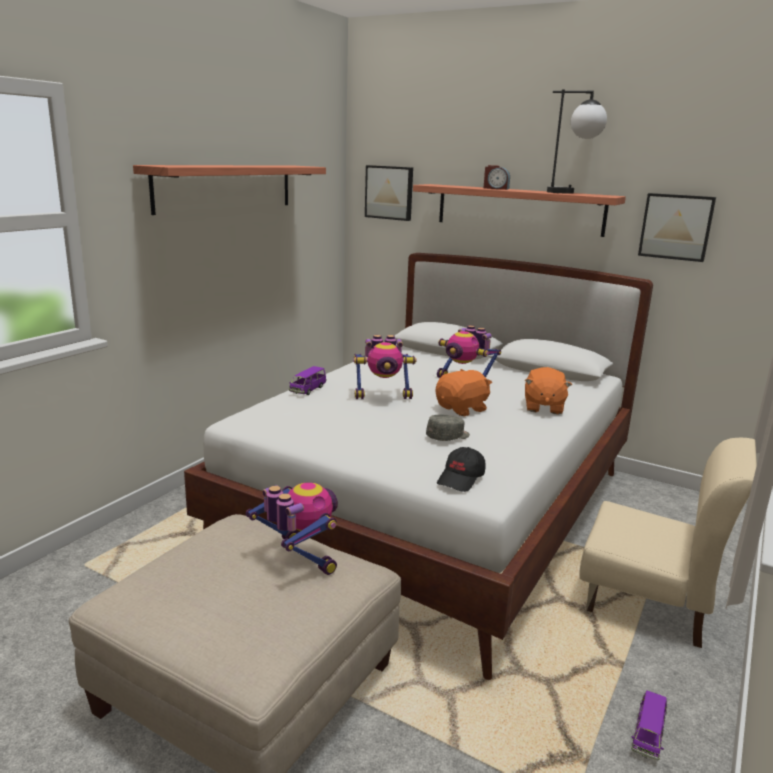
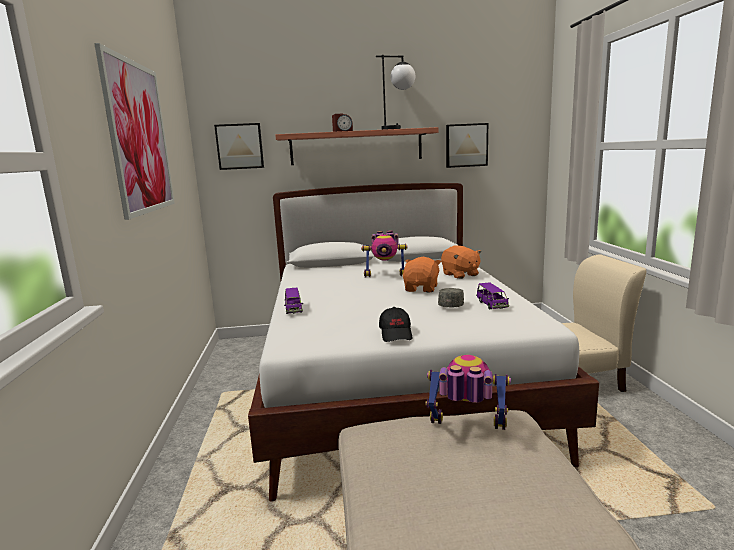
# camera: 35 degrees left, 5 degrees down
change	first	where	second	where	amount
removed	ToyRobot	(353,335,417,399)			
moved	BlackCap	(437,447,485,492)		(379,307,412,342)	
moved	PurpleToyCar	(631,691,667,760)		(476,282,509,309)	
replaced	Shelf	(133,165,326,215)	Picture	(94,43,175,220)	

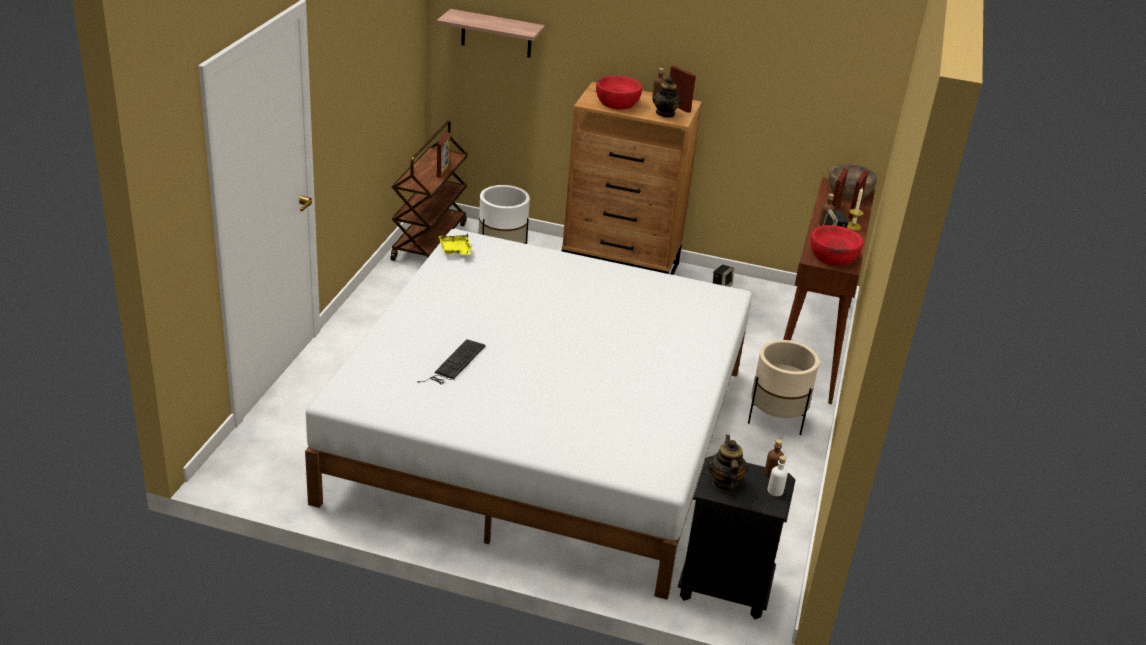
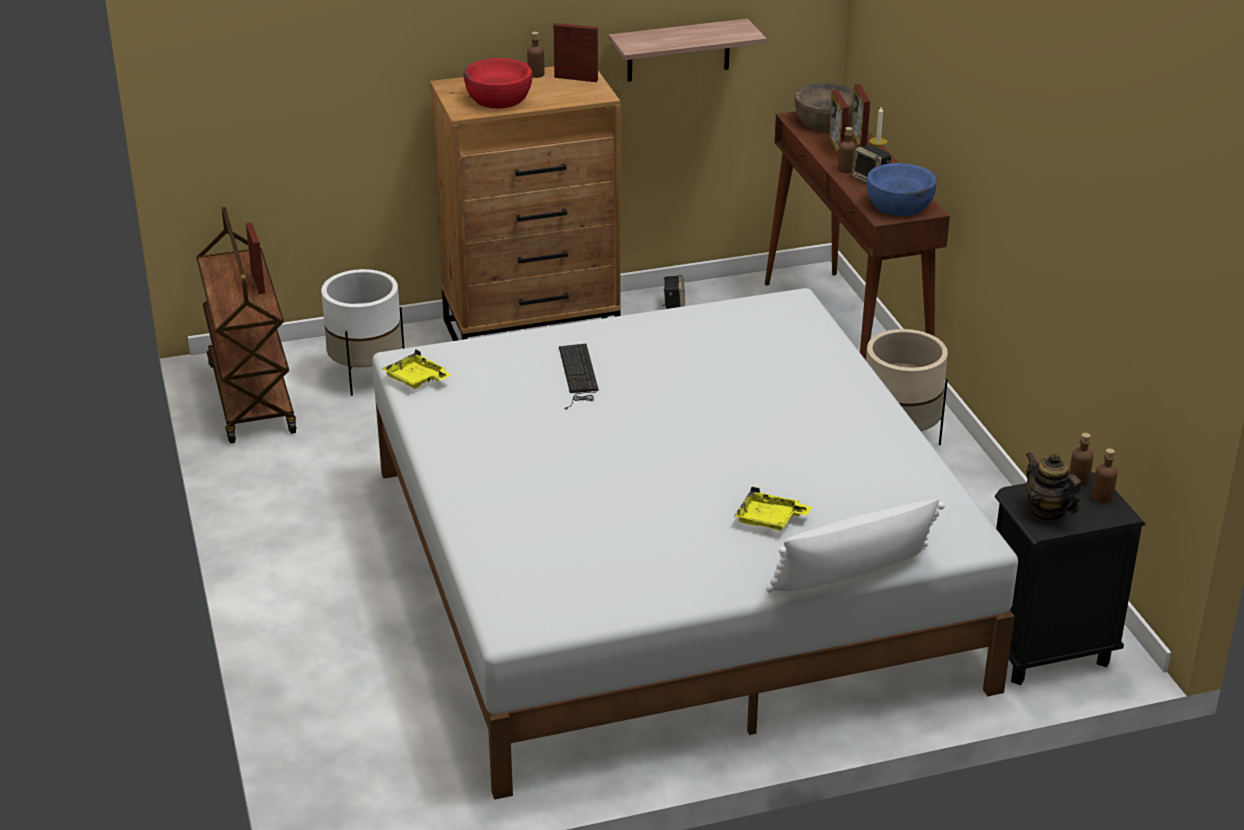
# camera: 30 degrees left, 0 degrees up
change	first	where	second	where	amount
removed	Teapot	(652,77,682,118)			
added			YellowTray	(734,486,812,531)	
added			WhitePillow	(766,499,945,593)	
moved	Keyboard	(417,339,485,384)		(559,344,598,409)	
moved	Shelf	(437,9,545,58)		(609,19,767,82)	
recoloured	WhiteBottle	(768,456,788,496)	BrownBottle	(1092,448,1118,503)	
recoloured	RedBowl	(810,225,863,266)	BlueBowl	(867,163,937,216)	

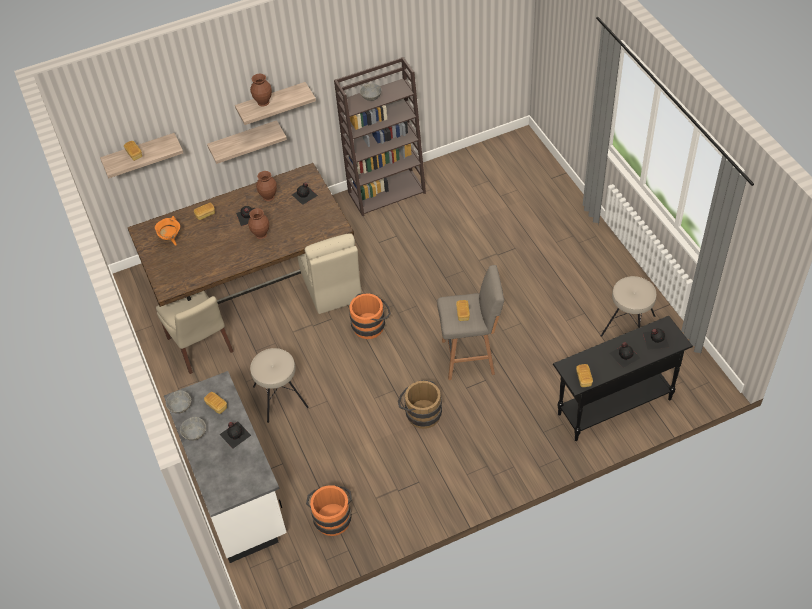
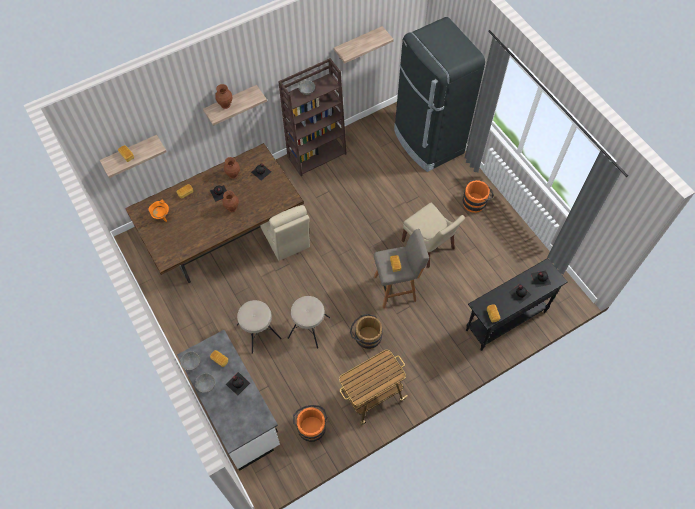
# camera: 10 degrees left, 10 degrees up
change	first	where	second	where	amount
added			Cart	(339,350,407,424)	
added			BlackFridge	(394,17,485,172)	
moved	BeigeChair	(156,291,234,374)		(402,203,465,268)	
moved	Shelf	(207,120,287,164)		(334,26,394,64)	
moved	OrangeBucket	(349,293,391,339)		(463,180,493,213)	
moved	BeigeStool	(601,276,656,337)		(288,296,330,349)	

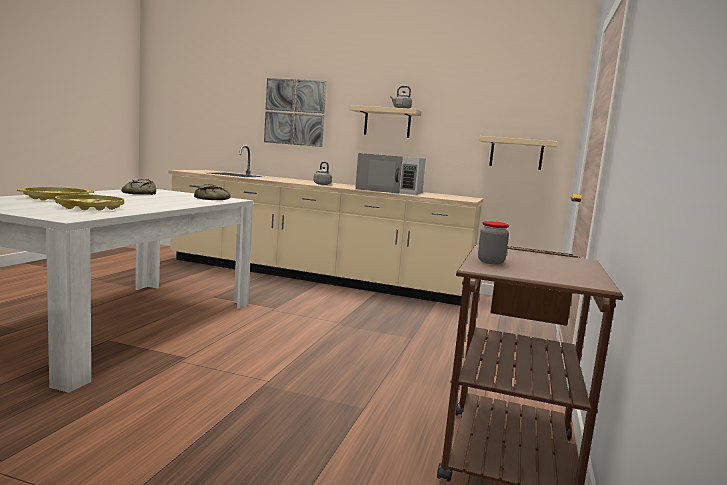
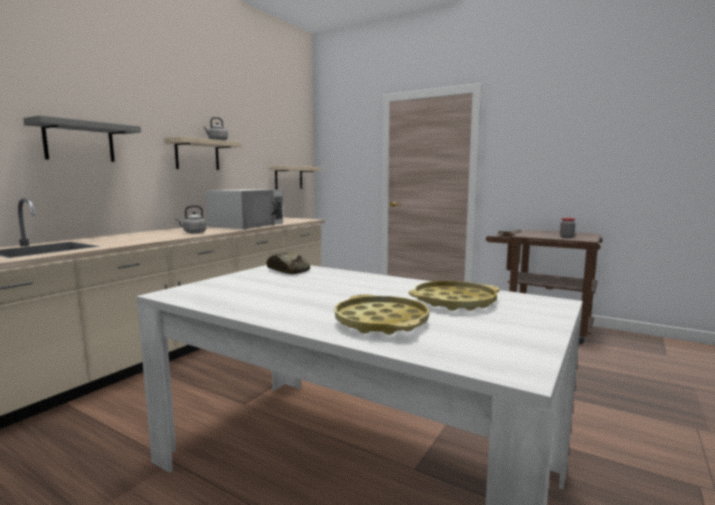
# camera: 75 degrees left, 0 degrees up
change	first	where	second	where	amount
removed	Bread	(121,179,156,195)			
replaced	Picture	(264,78,327,147)	GreyShelf	(23,115,141,162)	

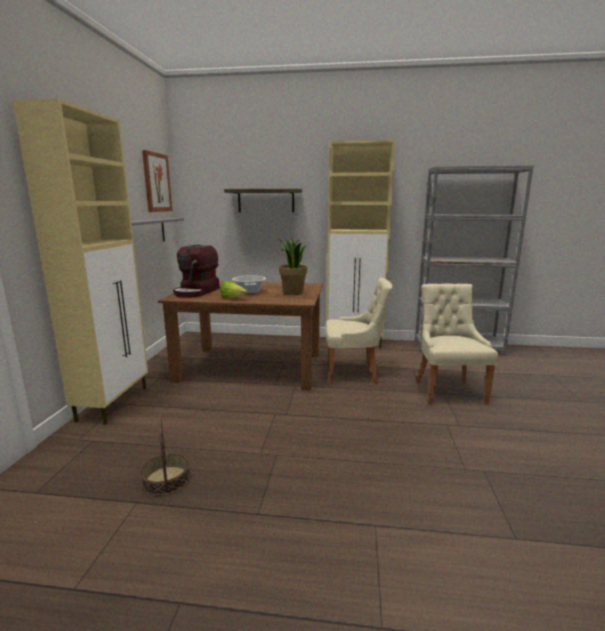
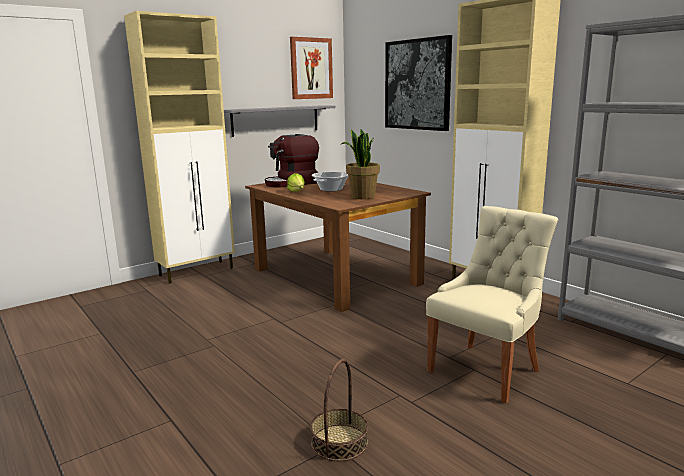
# camera: 45 degrees right, 0 degrees up
change	first	where	second	where	amount
removed	BeigeChair	(325,278,393,384)			
moved	Basket	(141,415,189,496)		(310,359,368,461)	
replaced	Shelf	(224,189,302,212)	Picture	(385,35,452,131)	

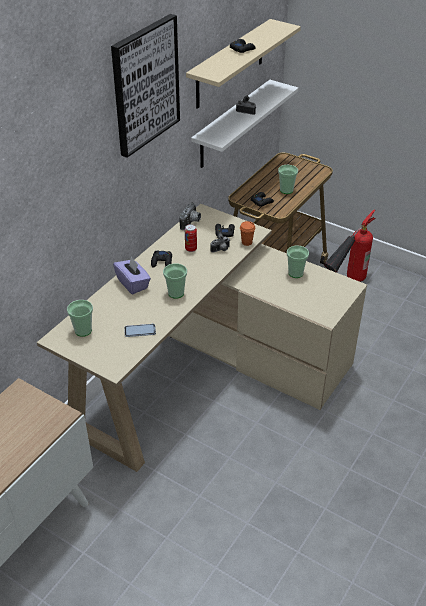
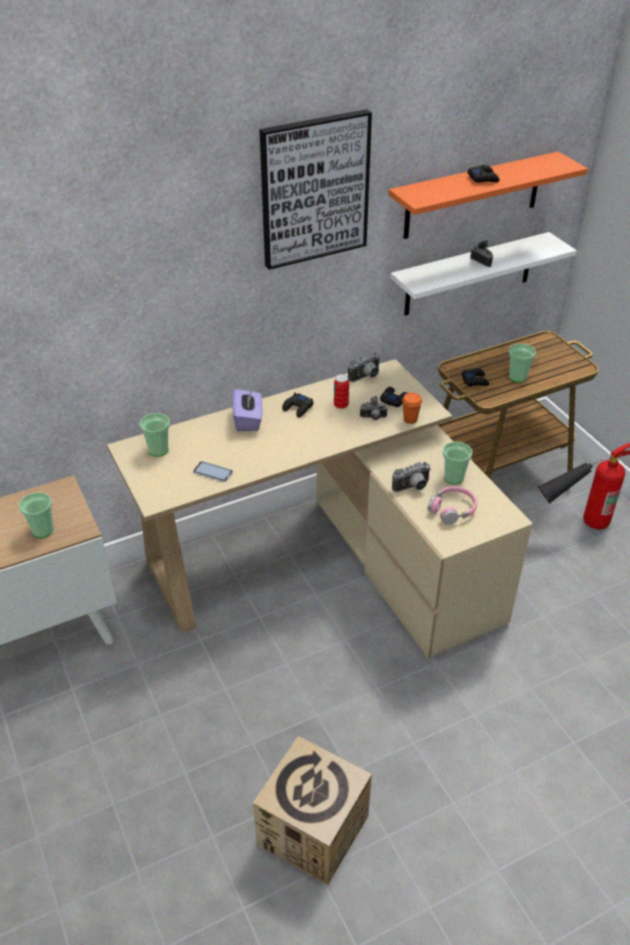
# camera: 30 degrees right, 0 degrees up
change	first	where	second	where	amount
added			CardboardBox	(253,736,372,885)	
added			PhotoCamera	(392,462,431,492)	
added			PinkHeadphones	(428,486,477,525)	
moved	Cup	(163,263,187,299)		(19,492,54,538)	
recoloured	BeigeShelf	(186,19,301,109)	OrangeShelf	(388,152,588,239)	

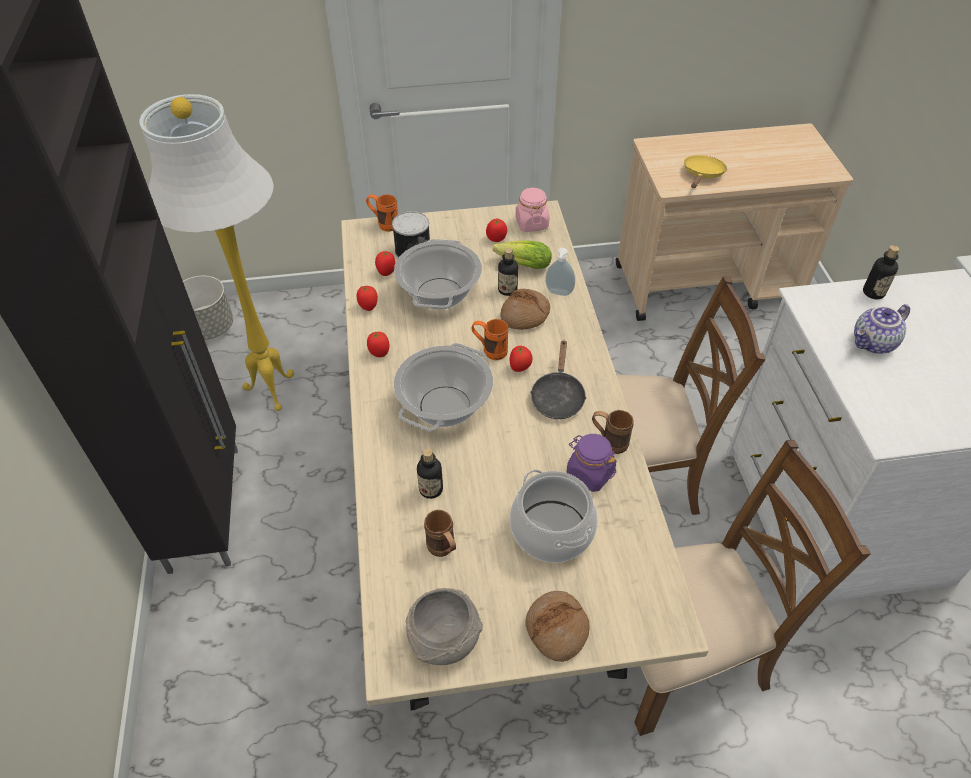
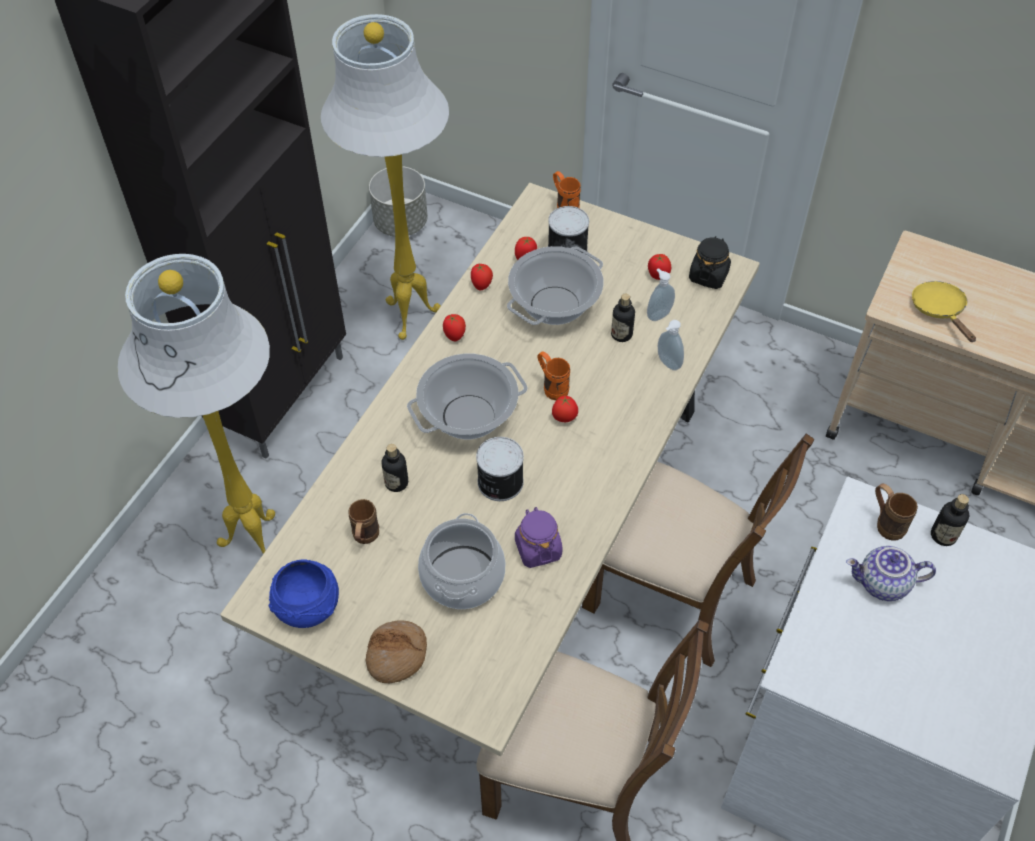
# camera: 35 degrees right, 5 degrees up
change	first	where	second	where	amount
removed	Bread	(500,289,550,330)			
removed	BlackFryingPan	(530,340,586,419)			
added			WhiteFloorLamp	(118,254,275,554)	
added			Can	(476,437,524,501)	
moved	BrownMug	(592,410,633,454)		(875,484,918,540)	
replaced	Lettuce	(493,241,552,269)	SoapDispenser	(647,268,675,321)	
recoloured	GreyBowl	(406,588,483,665)	BlueBowl	(269,559,339,628)	
recoloured	PinkJar	(516,187,549,232)	BlackJar	(689,236,731,289)	
turned	YellowFryingPan	(684,155,727,188)		(912,281,976,342)	75 degrees counterclockwise

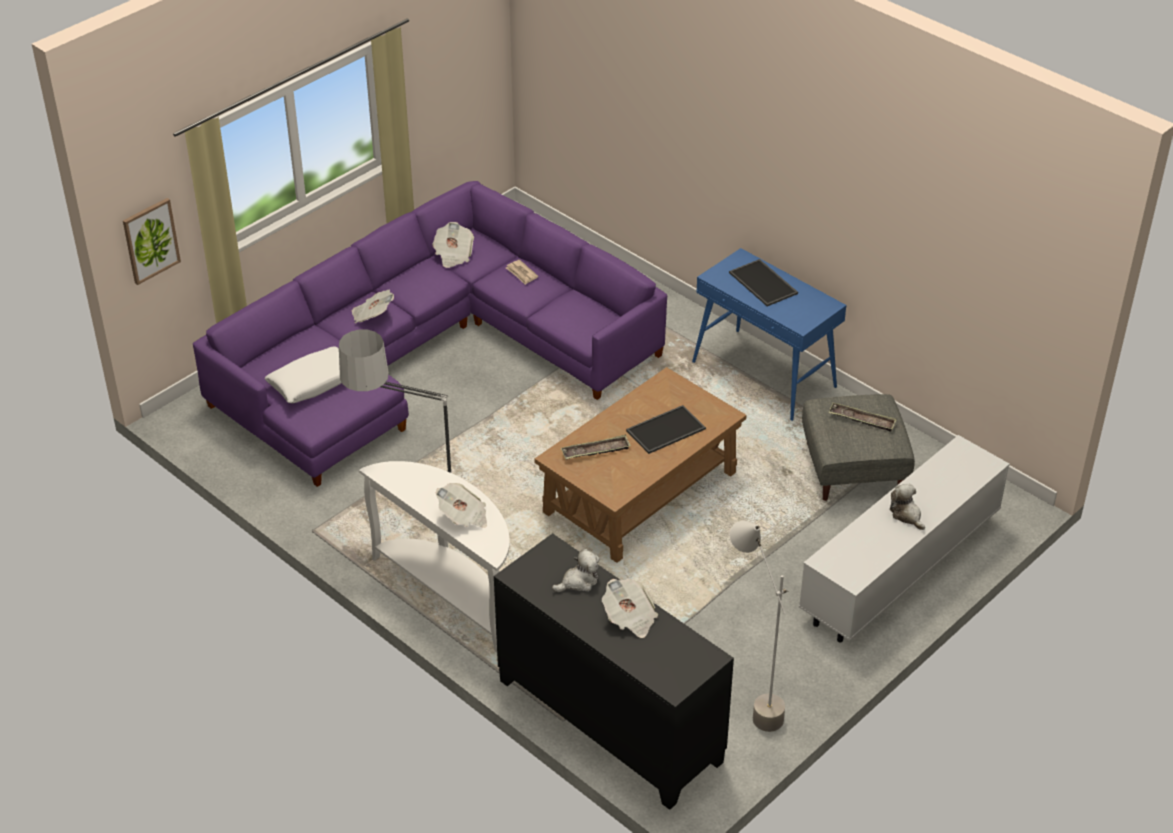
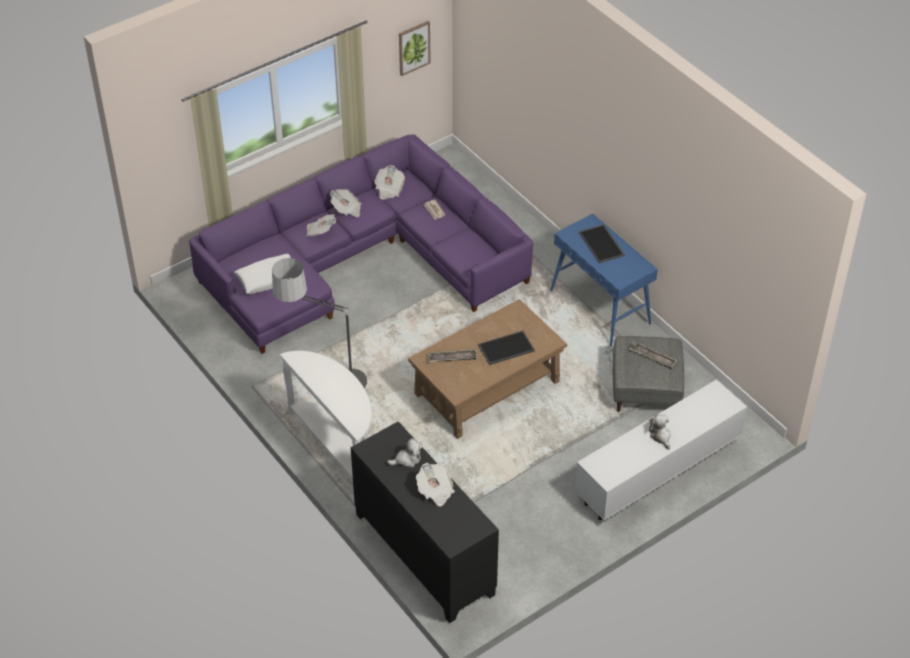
# camera: 10 degrees right, 5 degrees up
change	first	where	second	where	amount
removed	GreyFloorLamp	(730,521,789,732)			
moved	Picture	(123,198,181,285)		(399,21,431,76)	
moved	Newspaper	(436,483,487,527)		(330,189,361,217)	

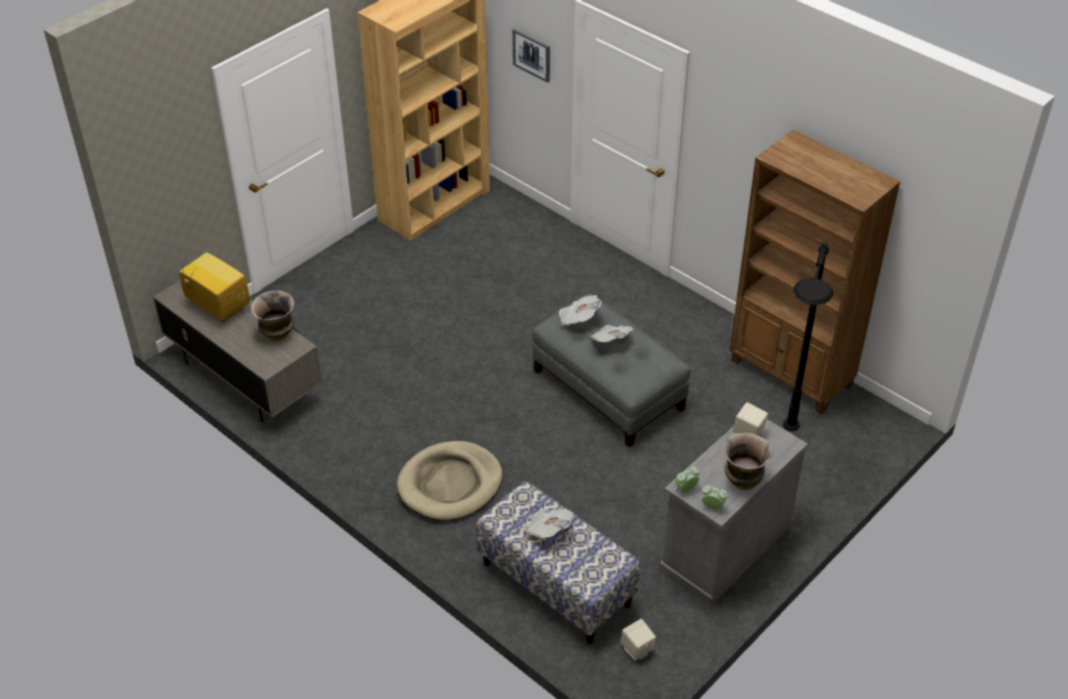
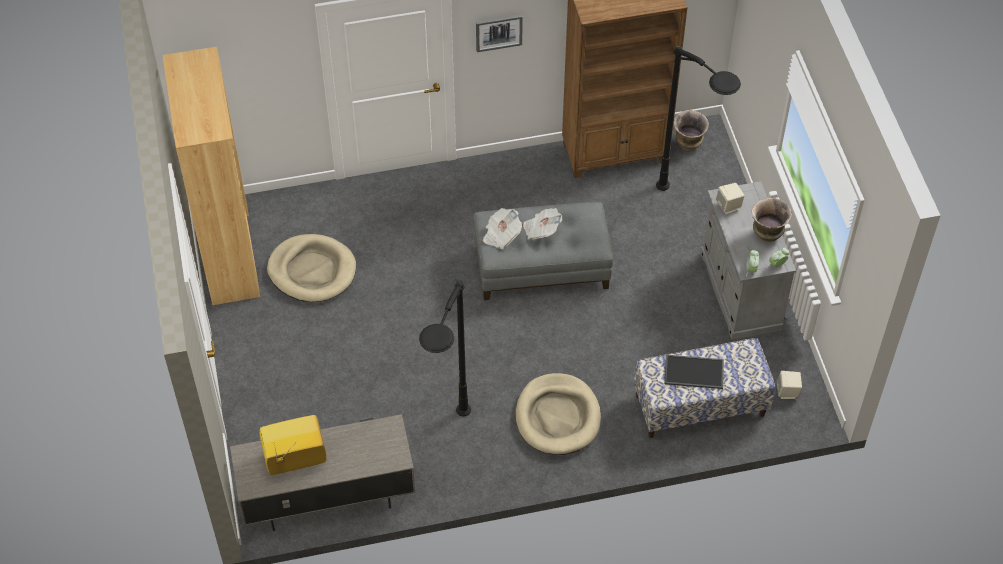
# camera: 55 degrees left, 10 degrees up
change	first	where	second	where	amount
added			BeigeDogBed	(267,234,356,302)	
added			BlackFloorLamp	(419,280,471,416)	
moved	Vase	(251,290,294,341)		(674,110,709,151)	
moved	Picture	(513,28,550,83)		(476,15,523,52)	
replaced	Newspaper	(524,508,574,538)	Tray	(665,355,724,389)	

